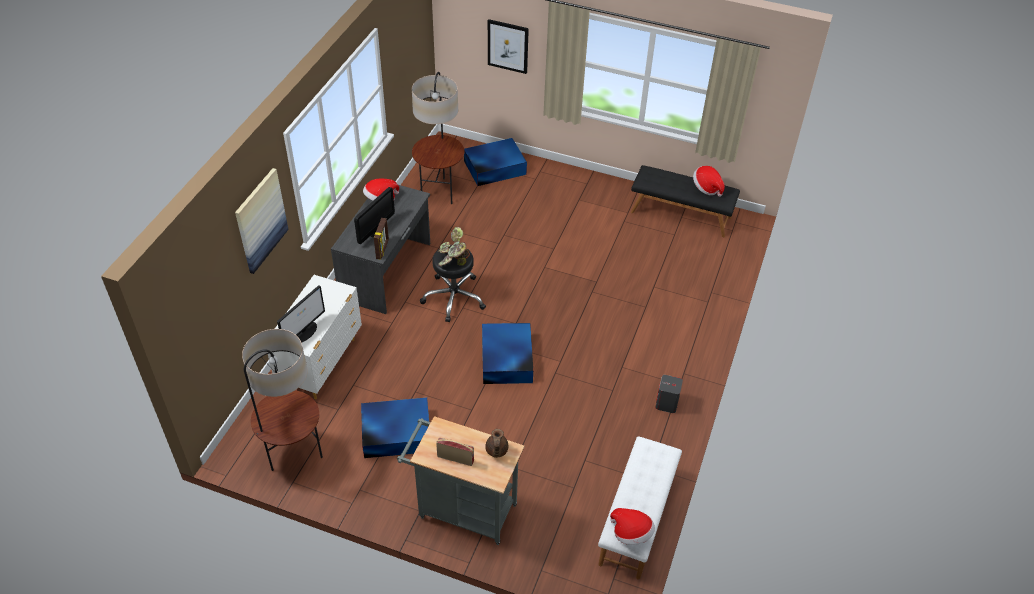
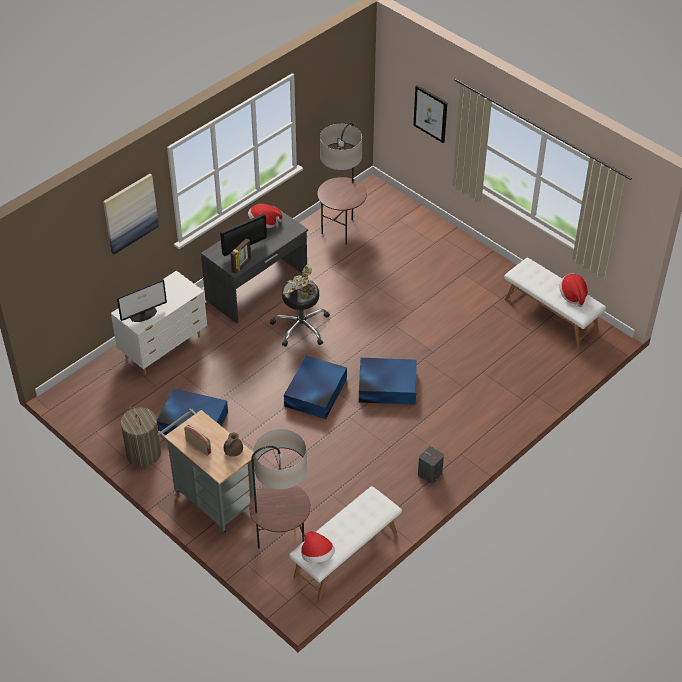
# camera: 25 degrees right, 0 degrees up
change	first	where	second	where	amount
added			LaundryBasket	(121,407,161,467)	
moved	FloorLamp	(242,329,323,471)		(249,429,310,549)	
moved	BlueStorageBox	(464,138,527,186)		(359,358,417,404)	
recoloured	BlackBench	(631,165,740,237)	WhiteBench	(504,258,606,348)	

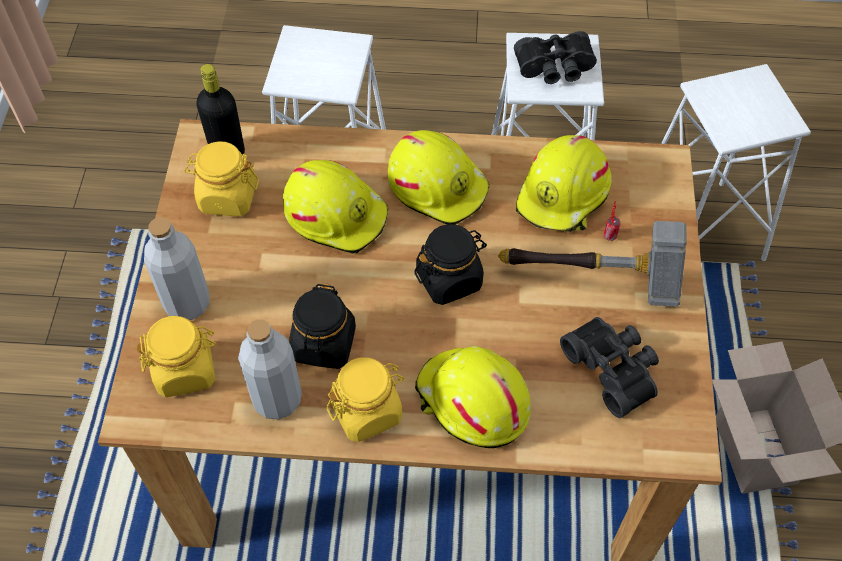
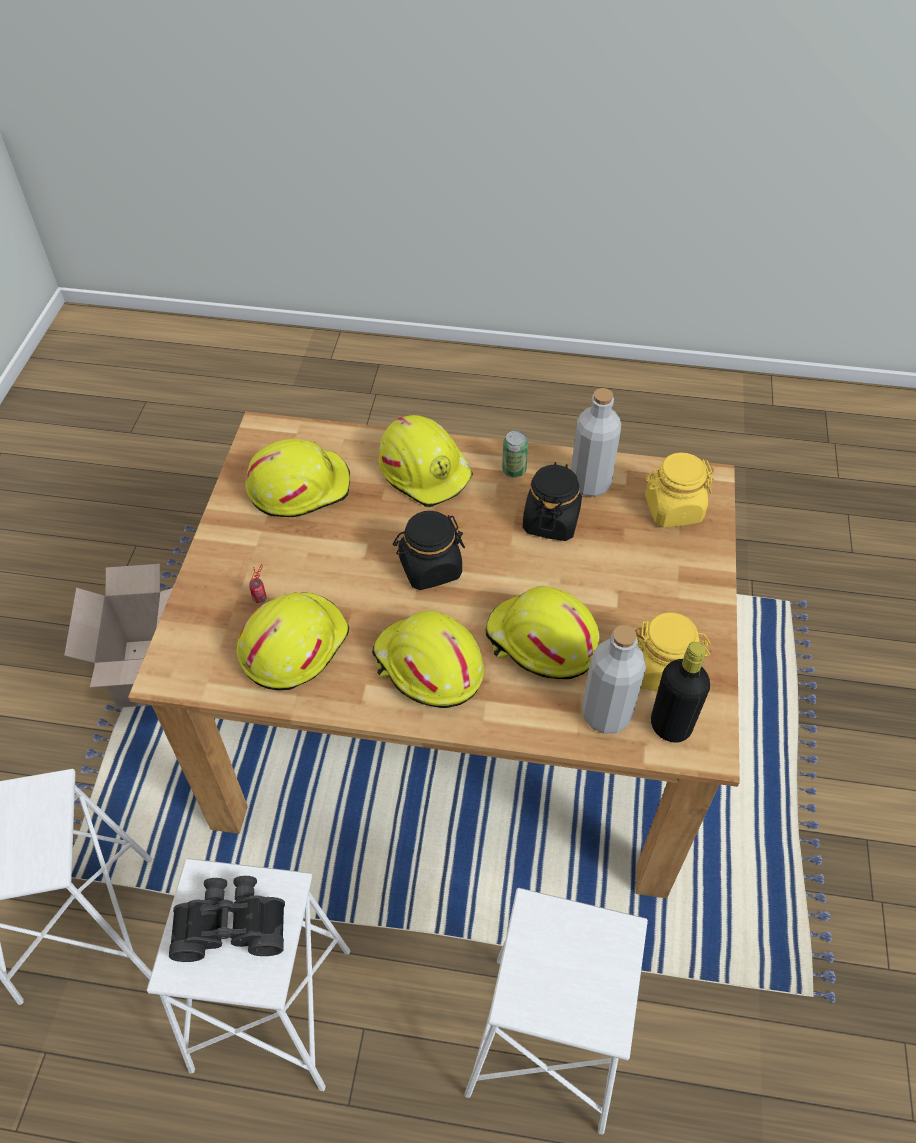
# camera: 175 degrees left, 5 degrees down
change	first	where	second	where	amount
removed	Hammer	(498,221,687,307)			
moved	GreyBottle	(144,217,209,320)		(582,625,646,733)	
replaced	YellowJar	(327,357,404,442)	Can	(502,431,528,478)	
replaced	BlackBinoculars	(560,317,659,418)	YellowHardHat	(245,439,350,517)	

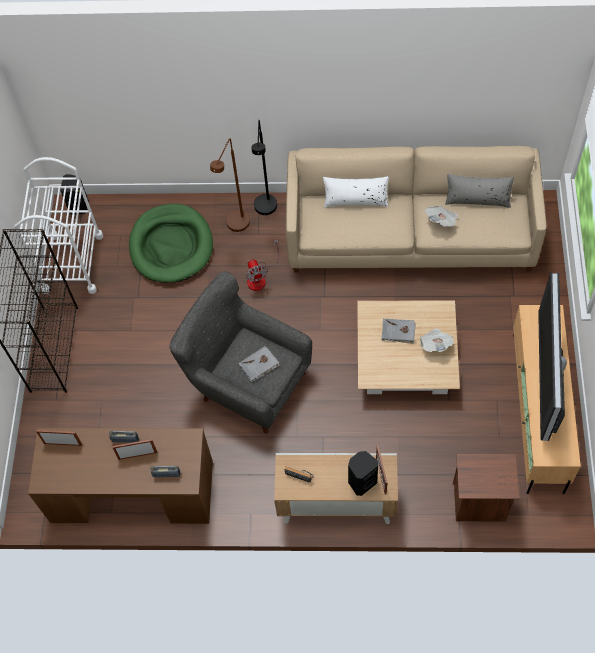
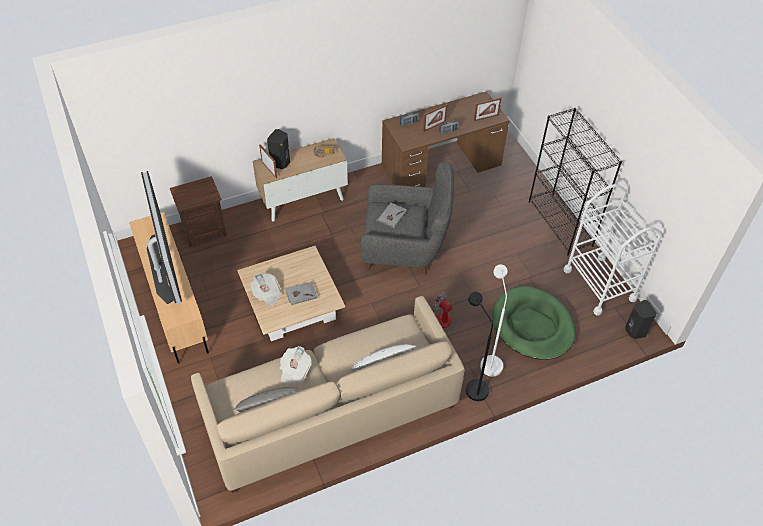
# camera: 150 degrees right, 10 degrees down
change	first	where	second	where	amount
recoloured	BrownFloorLamp	(210,138,250,232)	WhiteFloorLamp	(480,264,508,377)	

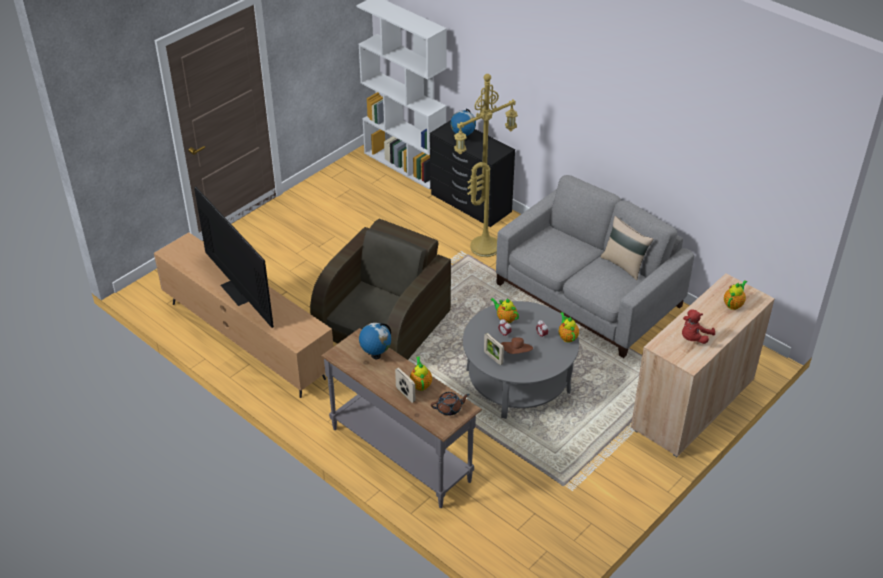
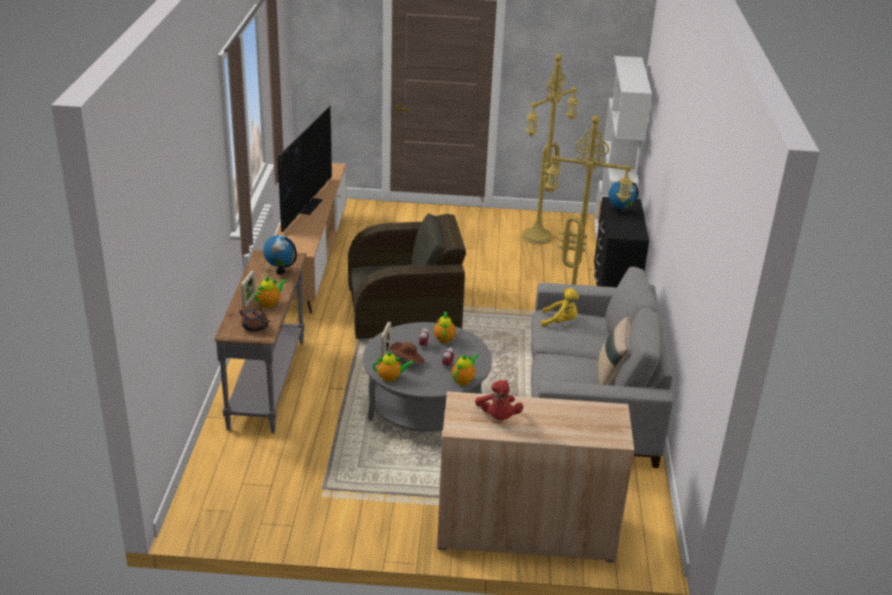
# camera: 50 degrees right, 10 degrees down
change	first	where	second	where	amount
added			YellowFloorLamp	(523,54,579,244)	
added			YellowPlushToy	(541,288,579,327)	
moved	Teapot	(724,280,747,310)		(373,351,414,382)	
turned	RedPlushToy	(682,309,715,344)		(475,380,523,420)	105 degrees counterclockwise

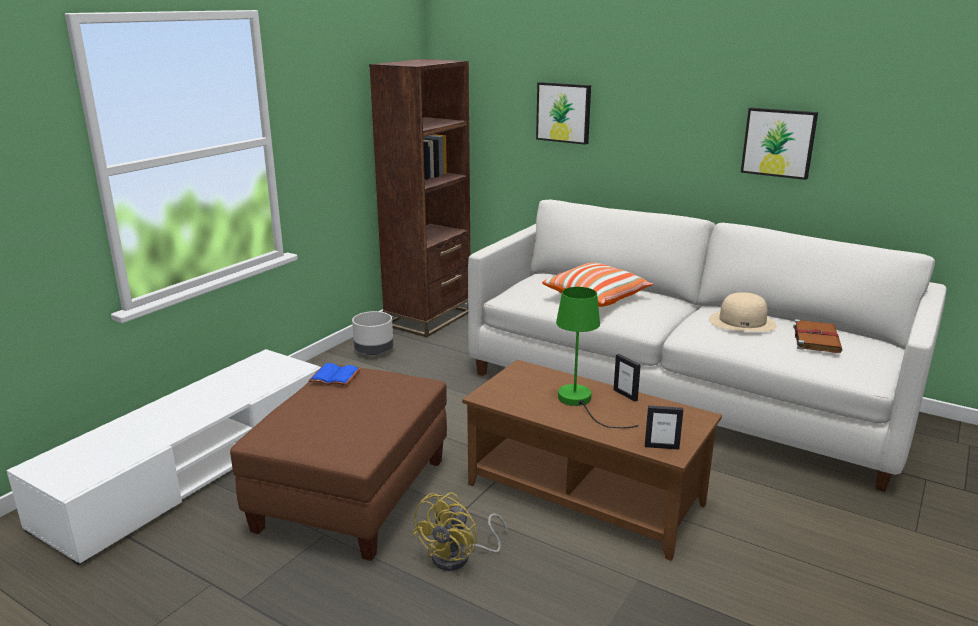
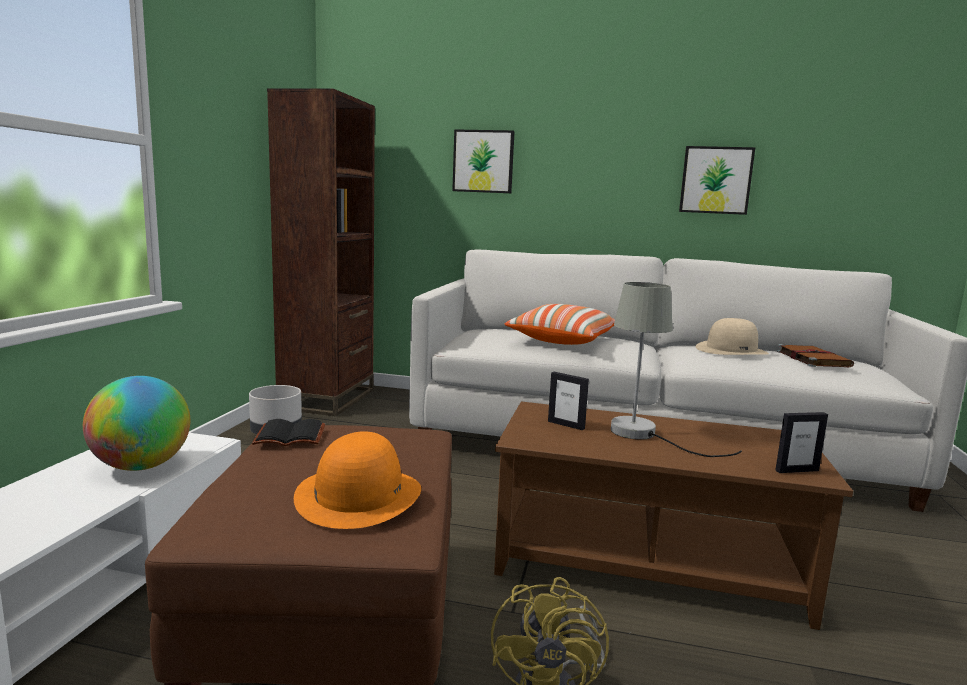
# camera: 20 degrees left, 10 degrees down
change	first	where	second	where	amount
added			Globe	(83,376,190,471)	
added			OrangeHat	(294,431,421,529)	
moved	PictureFrame	(614,354,641,402)		(548,372,589,430)	
recoloured	BlueBook	(308,363,360,386)	BlackBook	(252,419,325,446)	
recoloured	GreenTableLamp	(556,287,638,428)	GreyTableLamp	(611,282,742,457)	

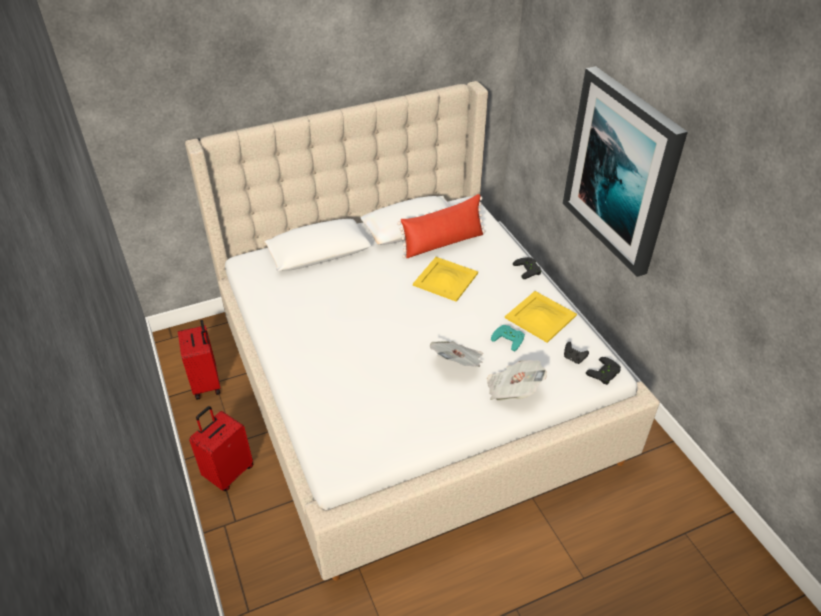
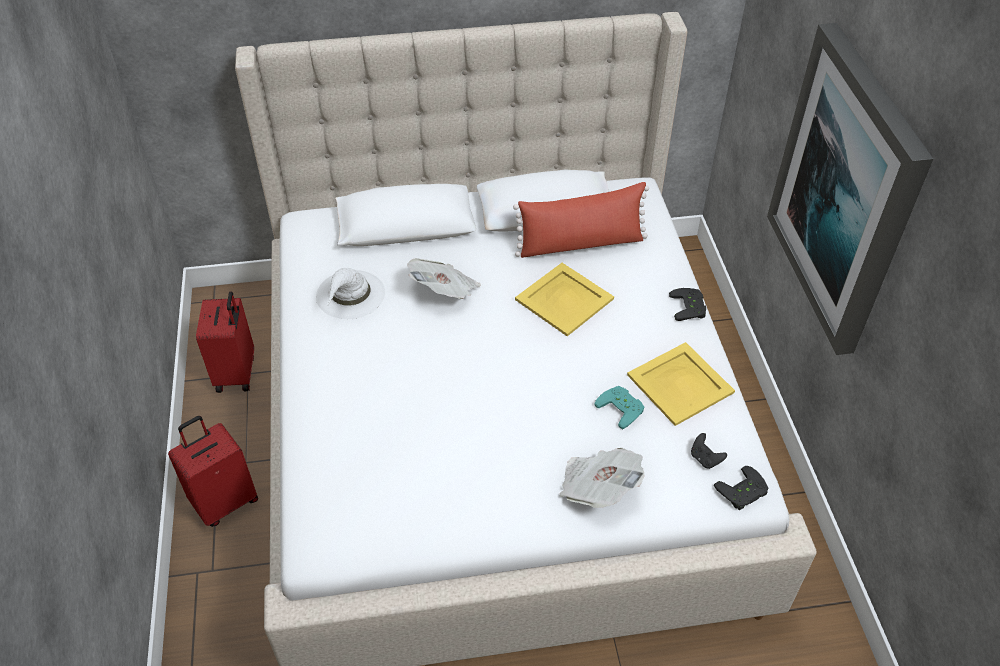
# camera: 15 degrees right, 5 degrees up
change	first	where	second	where	amount
added			WhiteHat	(316,268,385,319)	
moved	Newspaper	(430,341,483,367)		(407,258,481,299)	

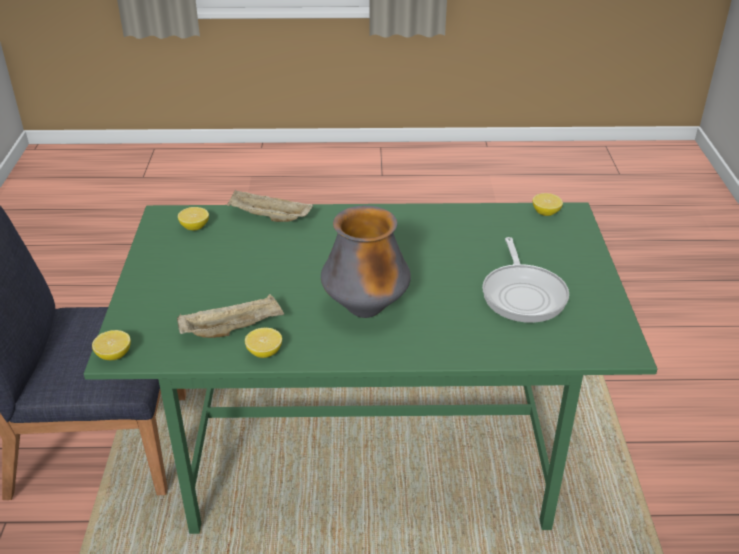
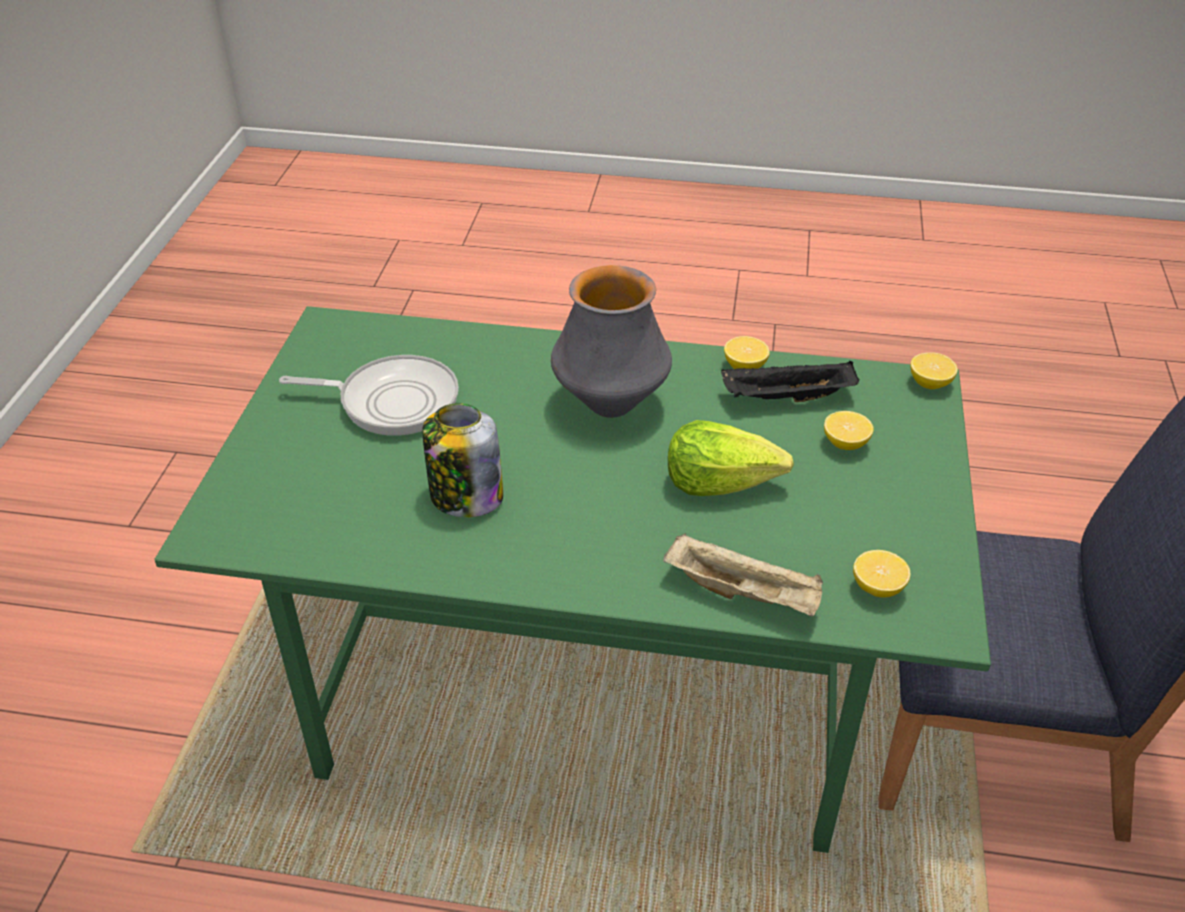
# camera: 170 degrees left, 5 degrees up
change	first	where	second	where	amount
added			Jar	(422,403,503,517)	
added			Lettuce	(668,420,794,496)	
moved	Lemon	(533,193,563,216)		(824,411,874,450)	
recoloured	BeigeTray	(177,294,284,338)	BlackTray	(721,360,859,402)	
turned	FryingPan	(482,237,569,323)		(279,355,459,436)	90 degrees clockwise

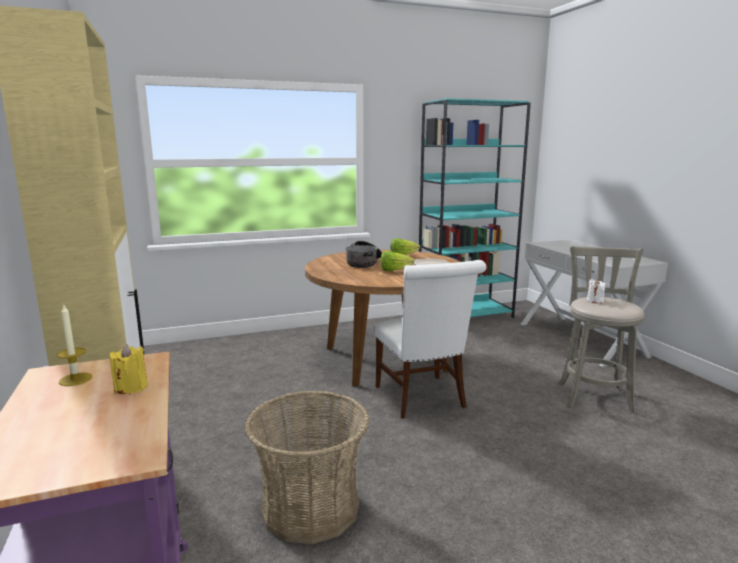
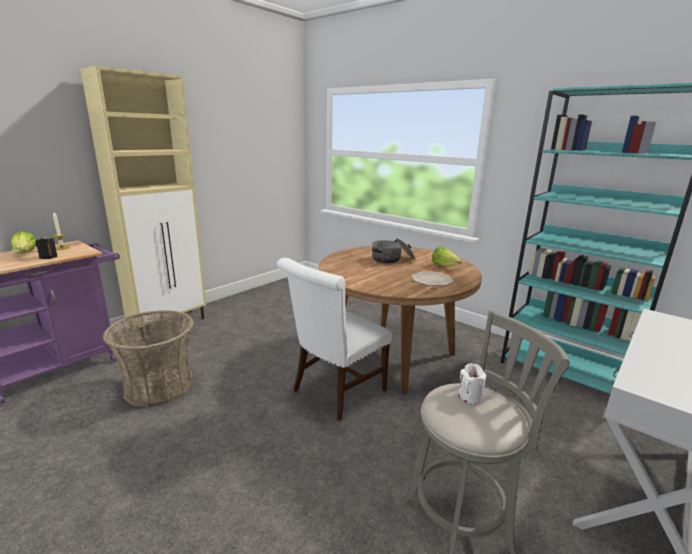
# camera: 60 degrees right, 5 degrees up
change	first	where	second	where	amount
moved	Lettuce	(381,251,414,271)		(11,231,36,254)	
recoloured	YellowCandle	(109,344,148,394)	BlackCandle	(36,236,57,259)	

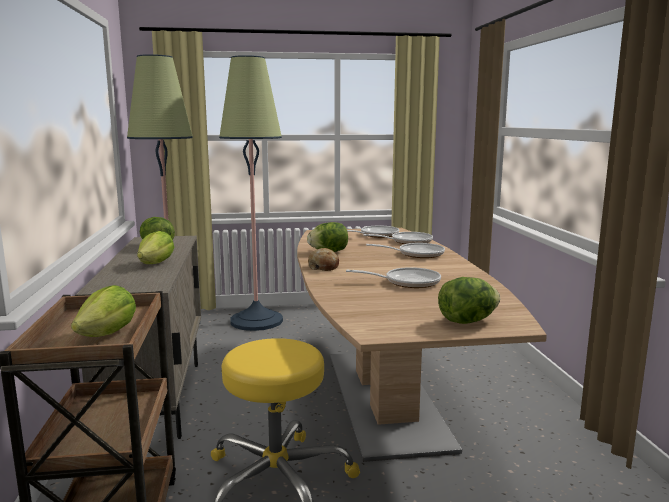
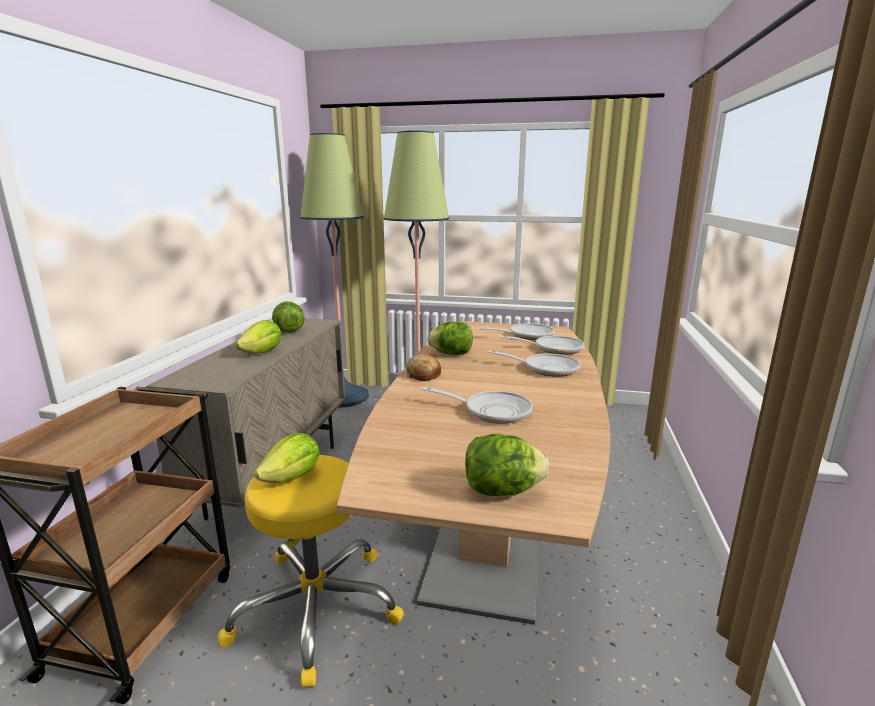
# camera: 20 degrees right, 5 degrees up
change	first	where	second	where	amount
moved	Lettuce	(71,285,136,337)		(254,433,319,483)	

